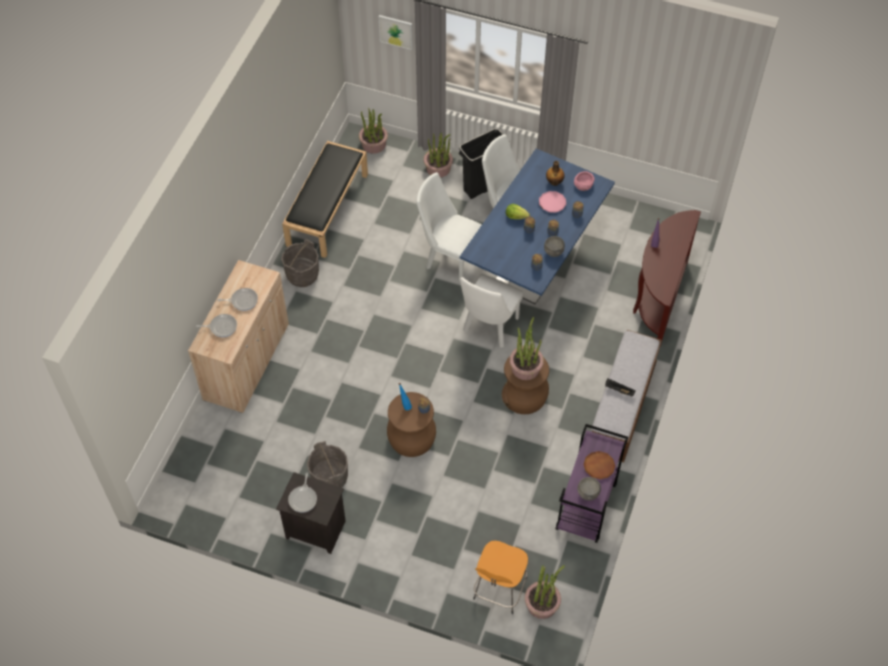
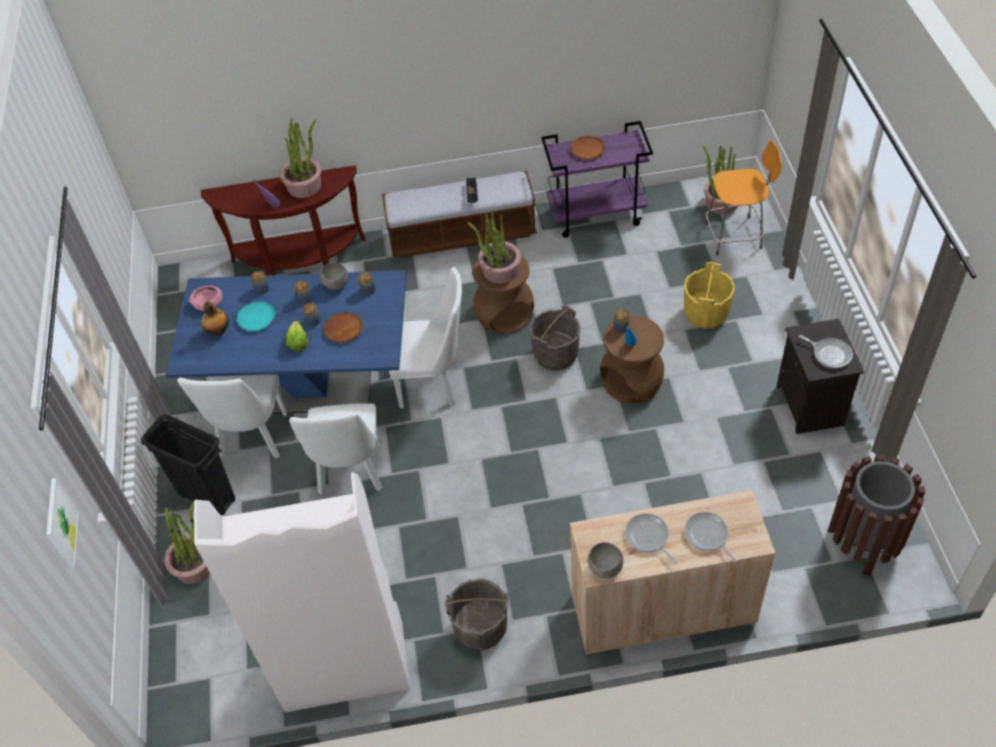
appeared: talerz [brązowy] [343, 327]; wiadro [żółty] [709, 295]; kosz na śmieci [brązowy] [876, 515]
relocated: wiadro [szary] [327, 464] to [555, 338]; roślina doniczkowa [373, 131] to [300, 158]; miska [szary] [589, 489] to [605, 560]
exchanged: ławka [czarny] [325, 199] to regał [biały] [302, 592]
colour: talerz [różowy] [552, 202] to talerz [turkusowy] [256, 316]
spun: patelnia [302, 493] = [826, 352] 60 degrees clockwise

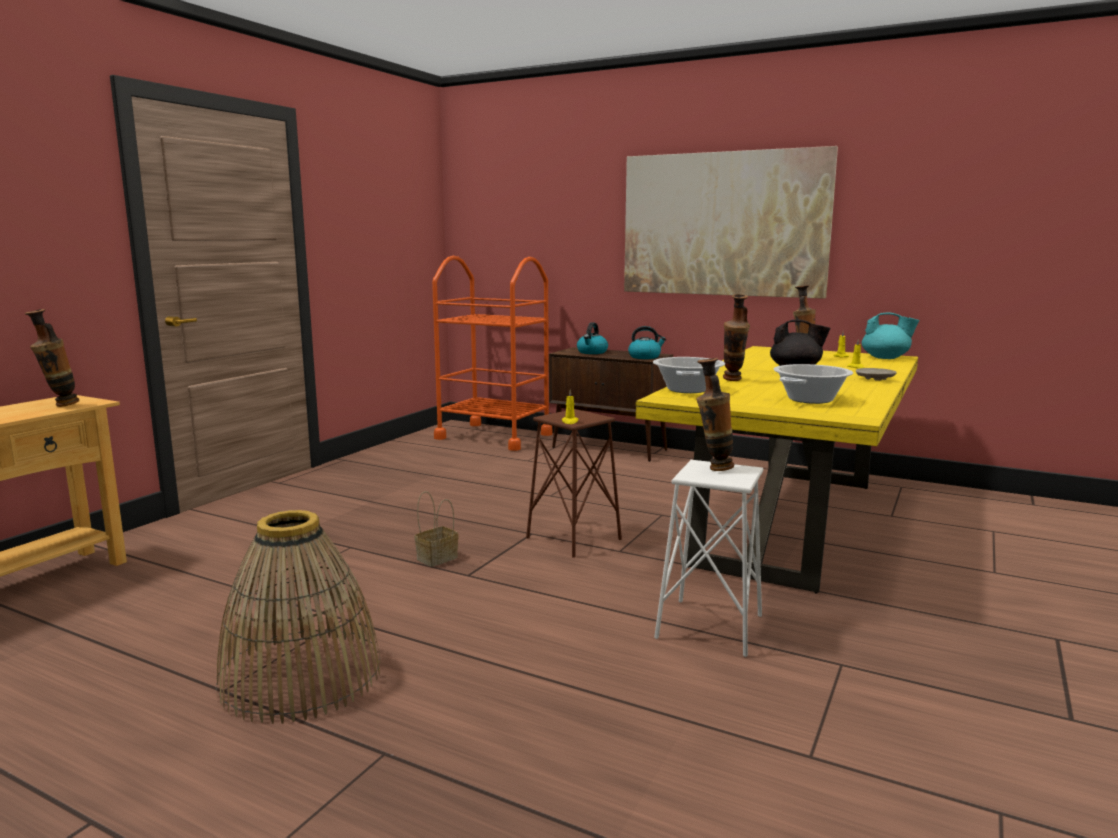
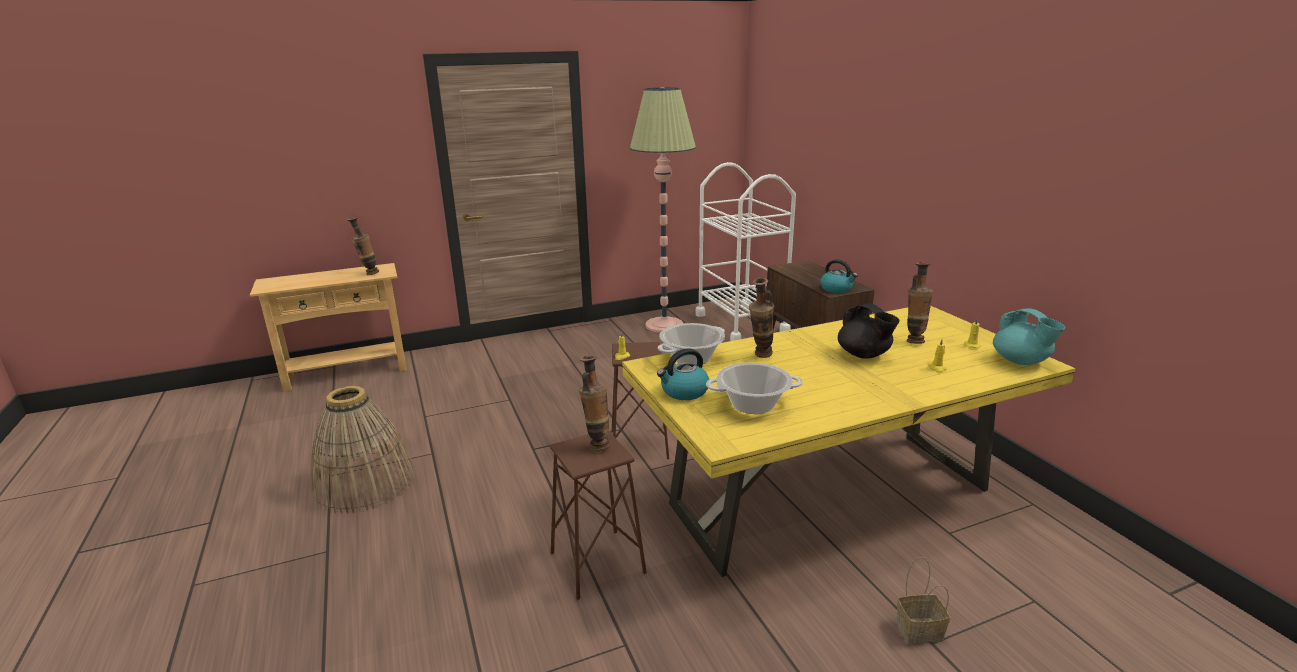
missing: obraz [731, 222]; talerz [beżowy] [876, 374]
appeared: lampa stojąca [663, 210]
relocated: koszyk [436, 529] to [923, 600]; czajnik [592, 338] to [683, 374]
colour: wózek [pomarańczowy] [492, 353] to wózek [biały] [745, 251]; stołek [biały] [708, 558] to stołek [brązowy] [598, 515]

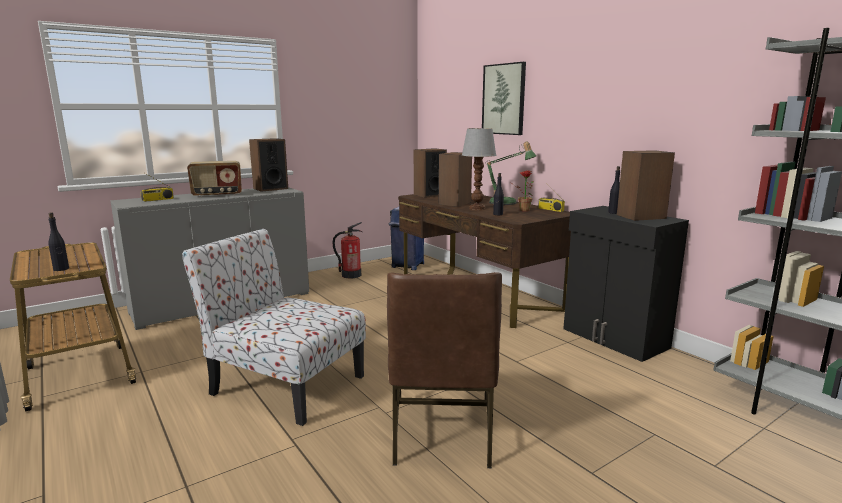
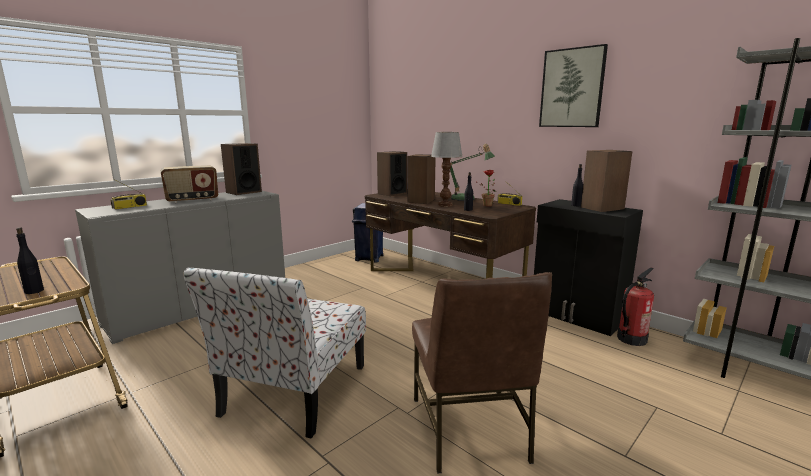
relocated: gaśnica [347, 250] to [635, 306]; obraz [504, 98] to [573, 85]
spun: krzesło [274, 327] = [274, 352] 90 degrees counterclockwise

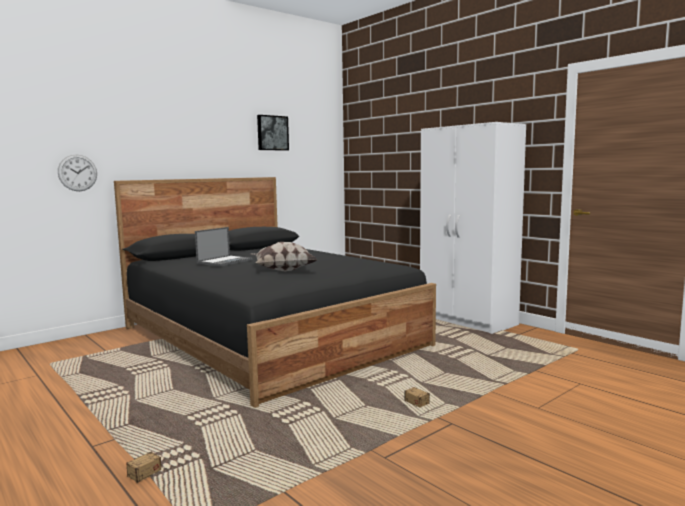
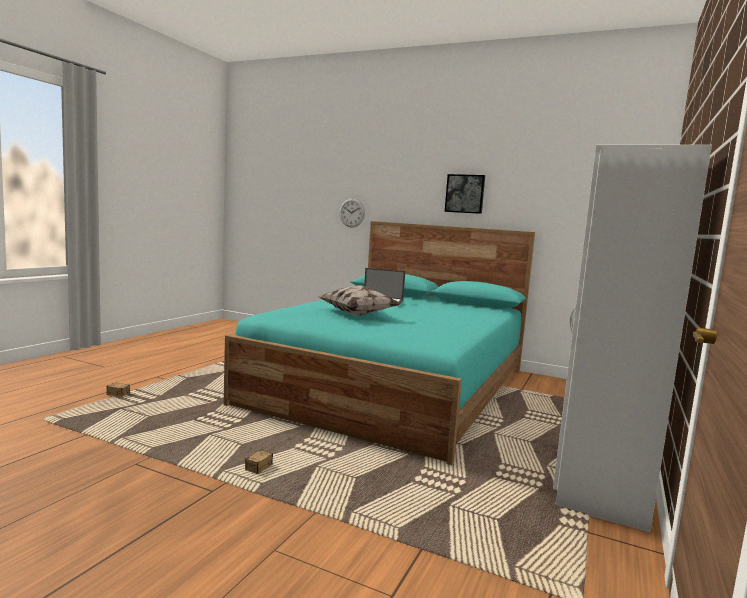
relocated: obraz [273, 133] to [465, 194]
colour: łóżko [czarny] [275, 292] to łóżko [turkusowy] [379, 343]

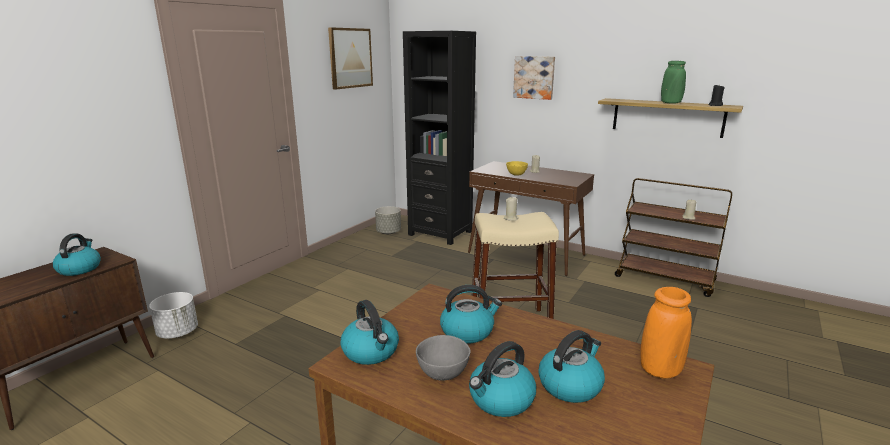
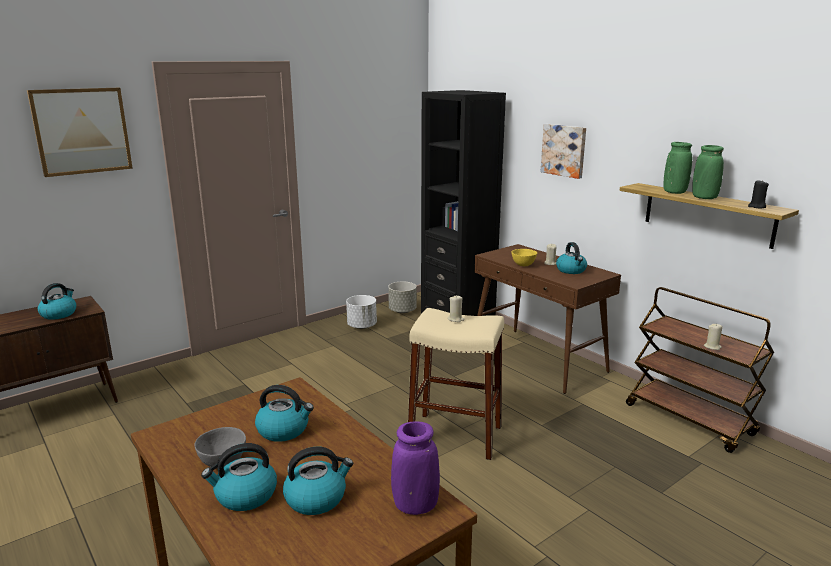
appeared: wazon [zielony] [678, 168]
relocated: donica [biały] [173, 315] to [361, 312]; obraz [350, 58] to [80, 132]; czajnik [370, 332] to [571, 258]
colour: wazon [pomarańczowy] [666, 333] to wazon [fioletowy] [415, 468]

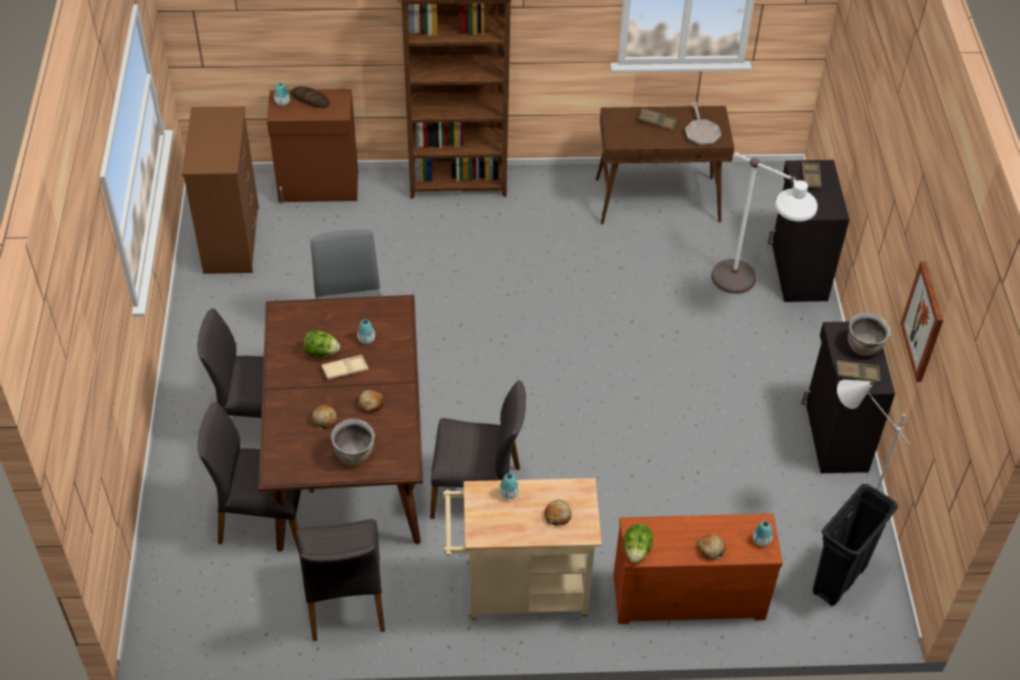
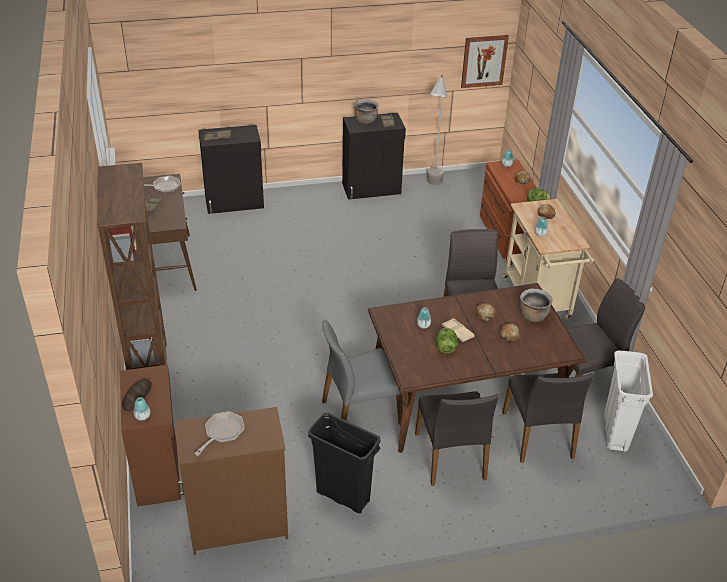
missing: lampa stojąca [biały] [764, 223]
appeared: patelnia [219, 433]; kosz na śmieci [biały] [628, 401]
relocated: kosz na śmieci [czarny] [855, 545] to [344, 462]; obraz [921, 321] to [485, 61]

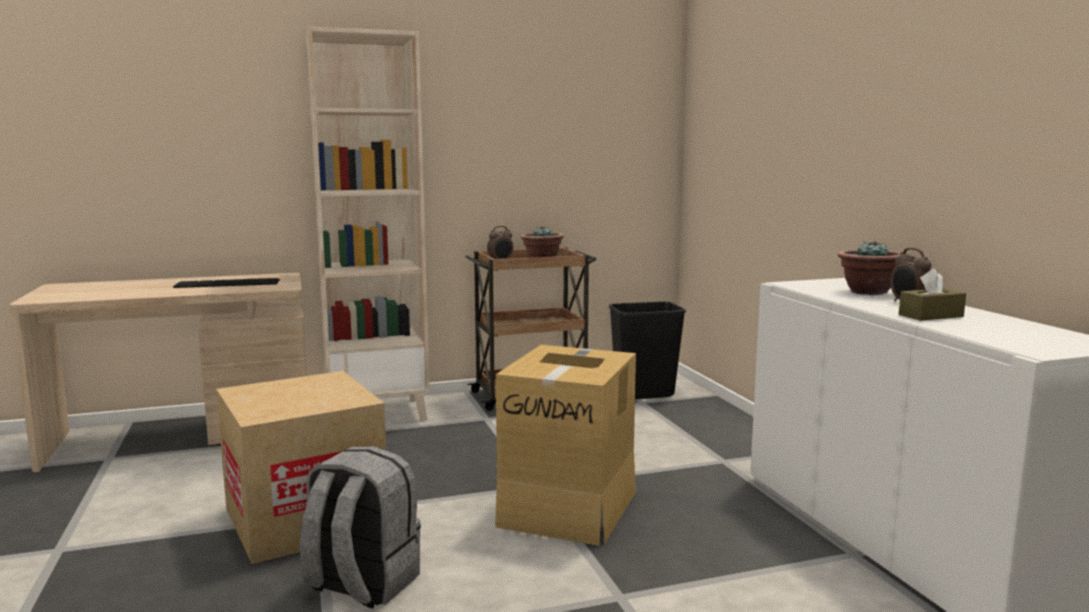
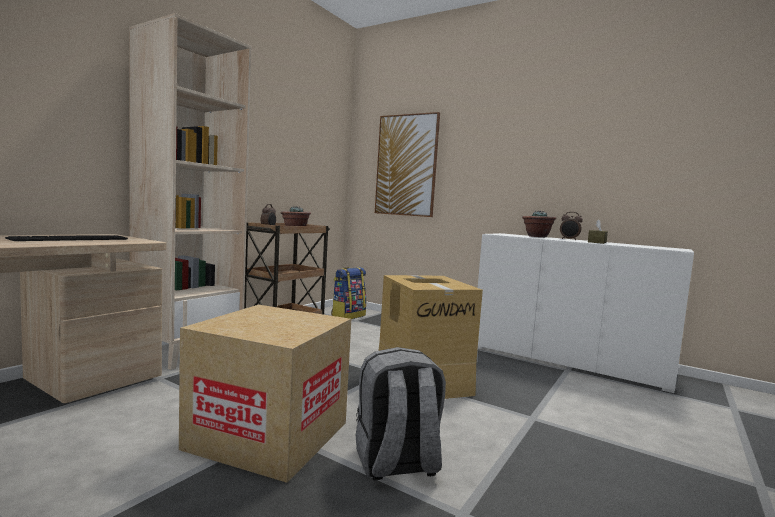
appeared: obraz [407, 164]
exchanged: kosz na śmieci [czarny] [647, 350] to plecak [348, 293]

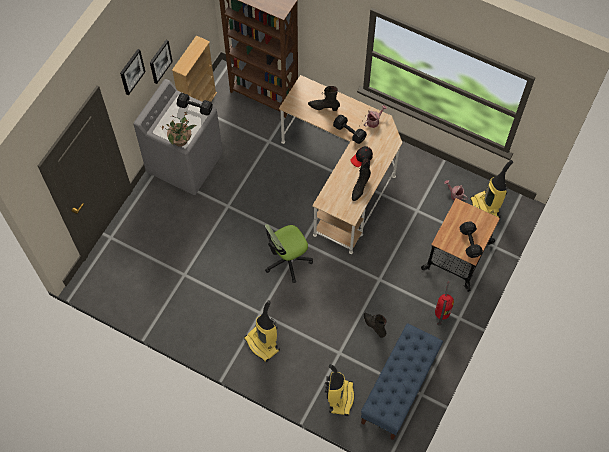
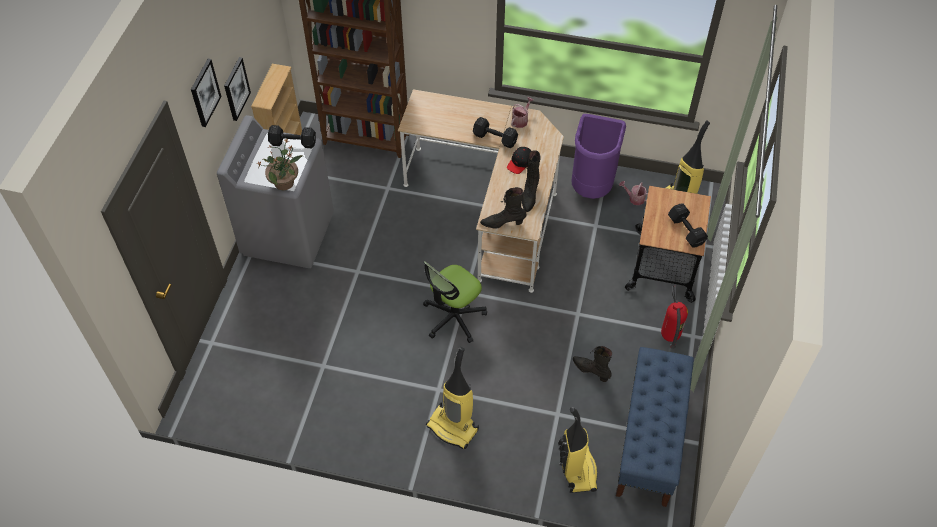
appeared: kosz na śmieci [fioletowy] [599, 156]
relocated: but z cholewką [czarny] [324, 98] to [503, 208]

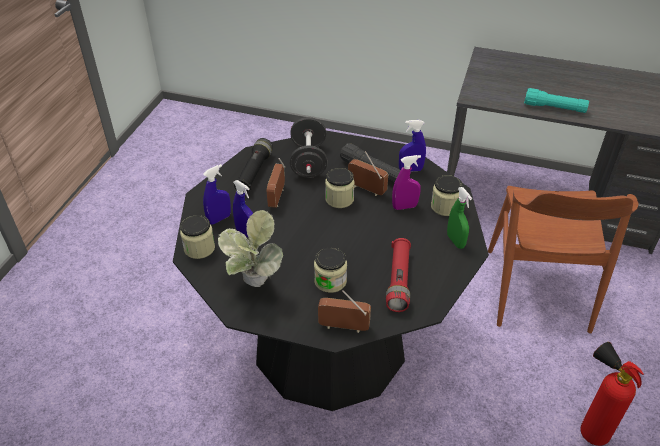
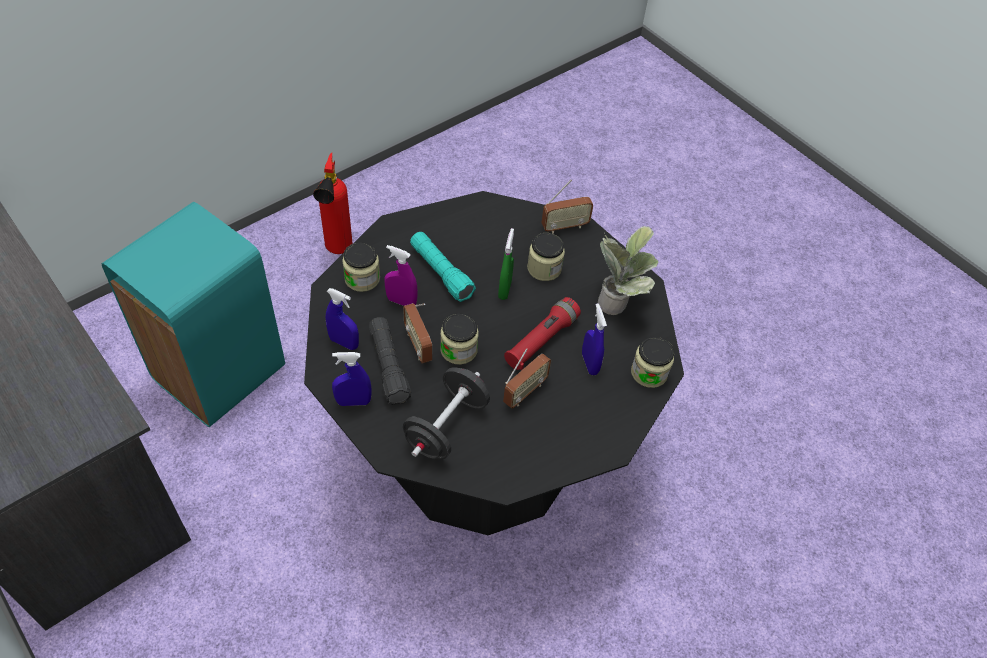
missing: latarka [czarny] [253, 165]
relocated: spryskiwacz [niebieski] [217, 194] to [352, 379]; latarka [czerwony] [398, 275] to [542, 333]; spryskiwacz [zielony] [459, 218] to [506, 264]; latarka [turkusowy] [556, 100] to [443, 267]
exchanged: krzesło [brązowy] [563, 259] to kosz na śmieci [turkusowy] [193, 314]
spun: radio [344, 311] = [567, 206] 60 degrees counterclockwise

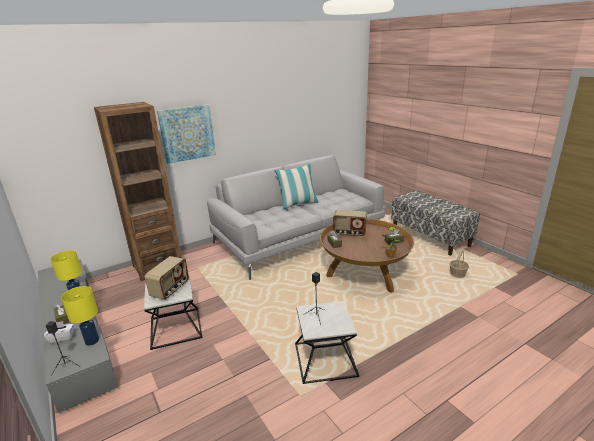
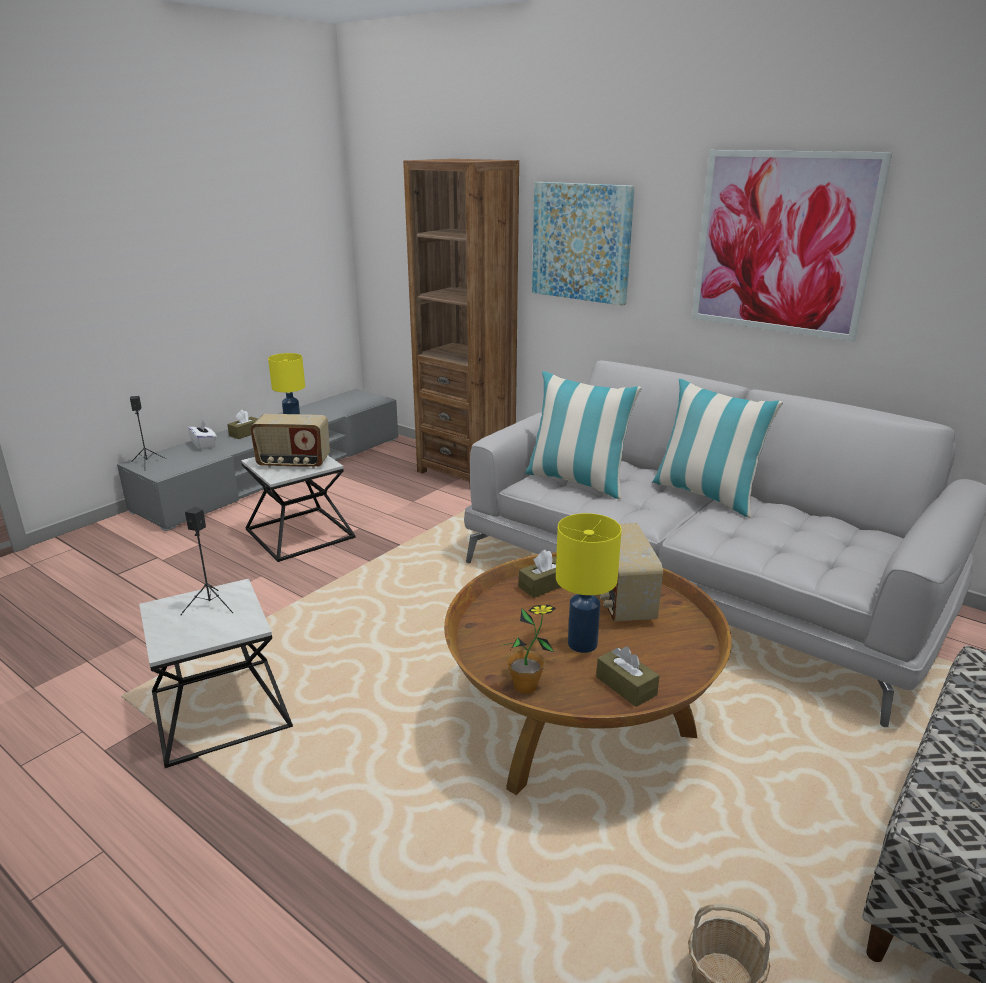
appeared: poduszka [584, 435]; obraz [792, 246]
relocated: lampa stołowa [żółty] [80, 316] to [589, 583]

